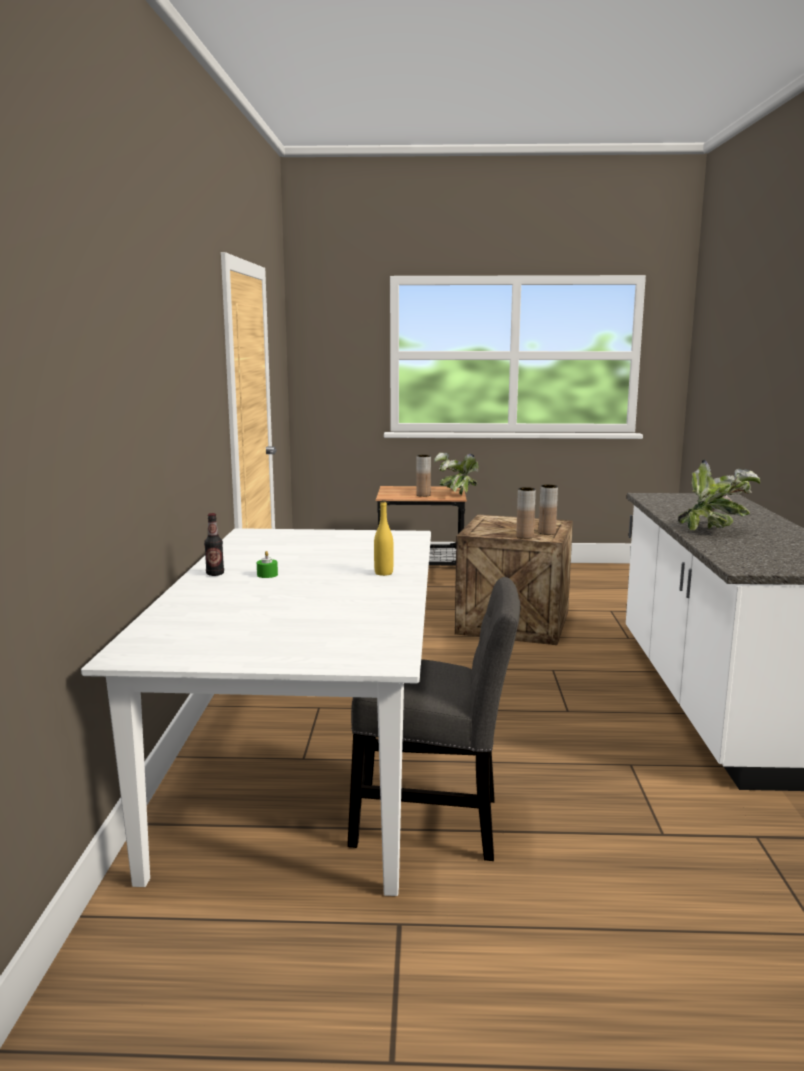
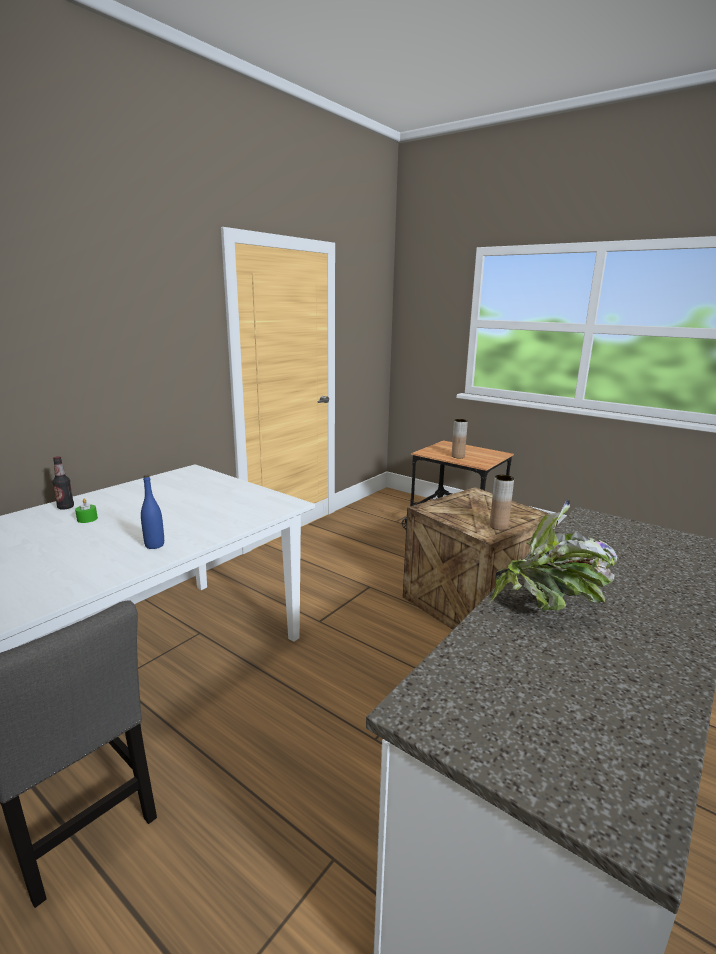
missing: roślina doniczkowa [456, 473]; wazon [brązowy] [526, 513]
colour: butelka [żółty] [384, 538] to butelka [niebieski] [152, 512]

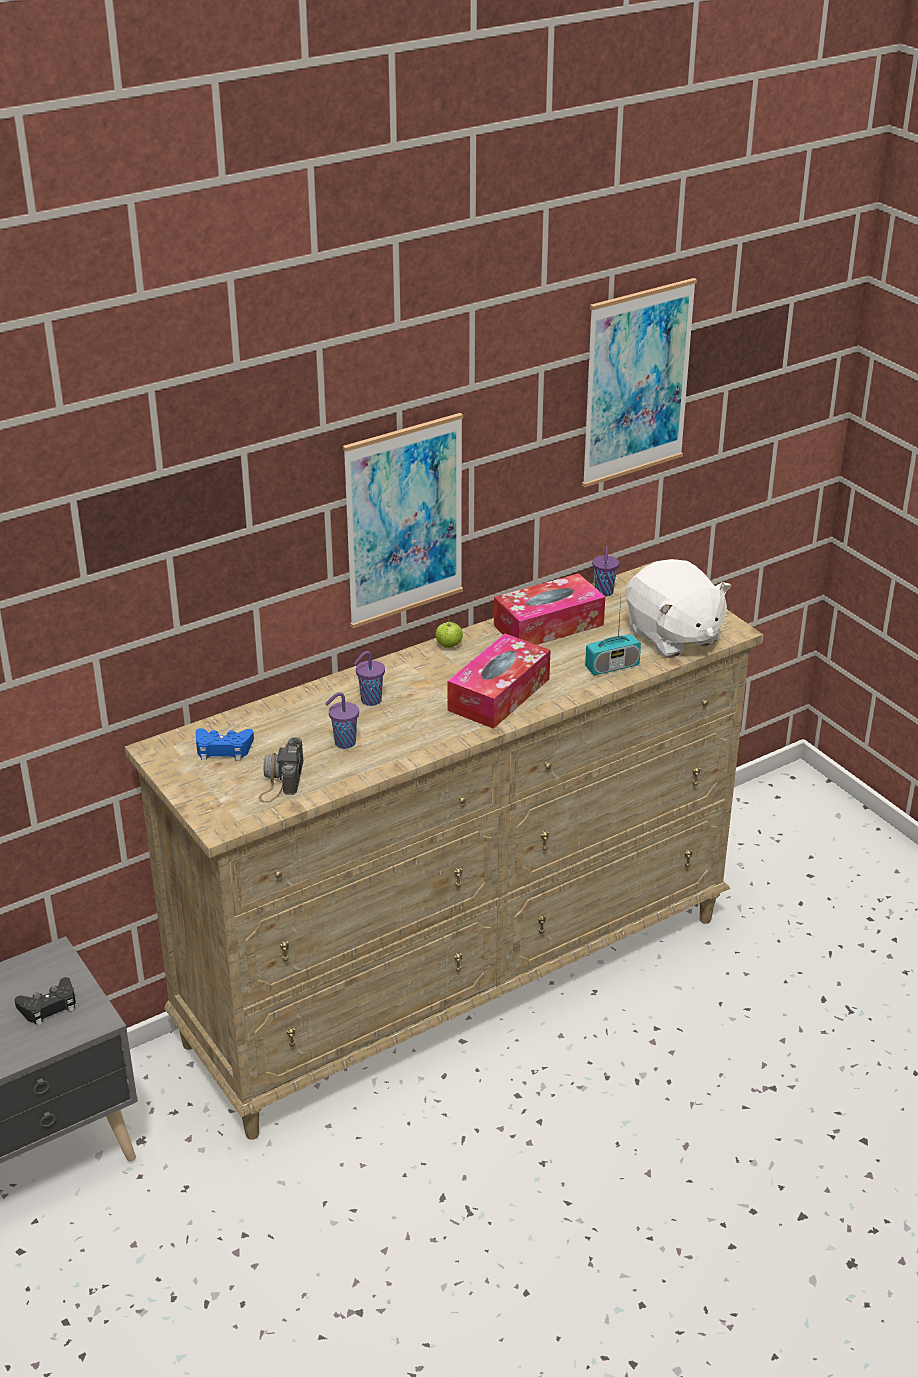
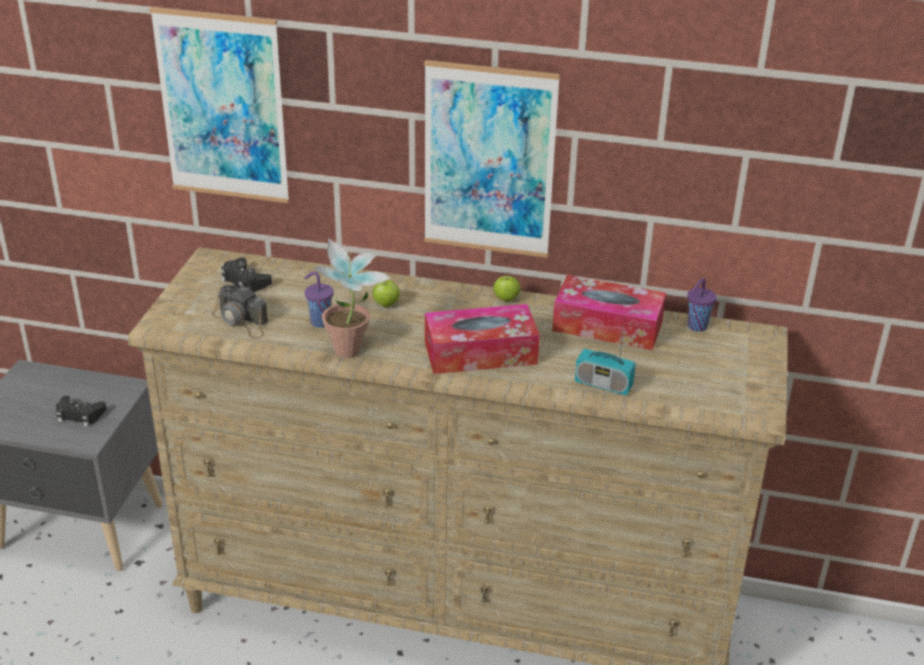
missing: pluszak [biały] [678, 608]
appeared: roślina doniczkowa [352, 298]
relocated: obraz [639, 382] to [219, 105]
exchanged: filiżanka [fioletowy] [369, 678] to jabłko [386, 293]
colour: pad do gier [niebieski] [224, 744] to pad do gier [czarny] [246, 275]
spun: aparat fotograficzny [281, 770] = [240, 312] 105 degrees counterclockwise

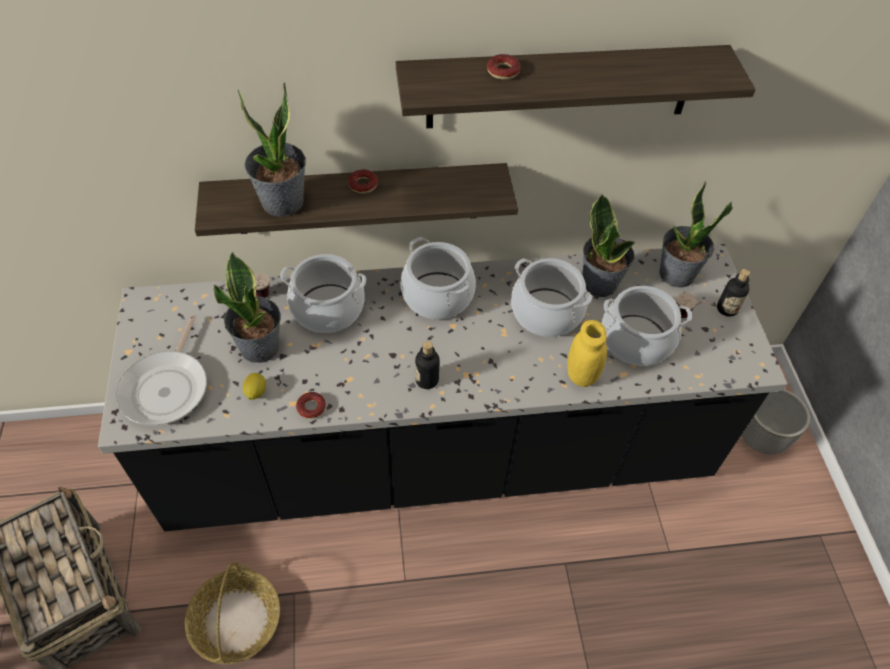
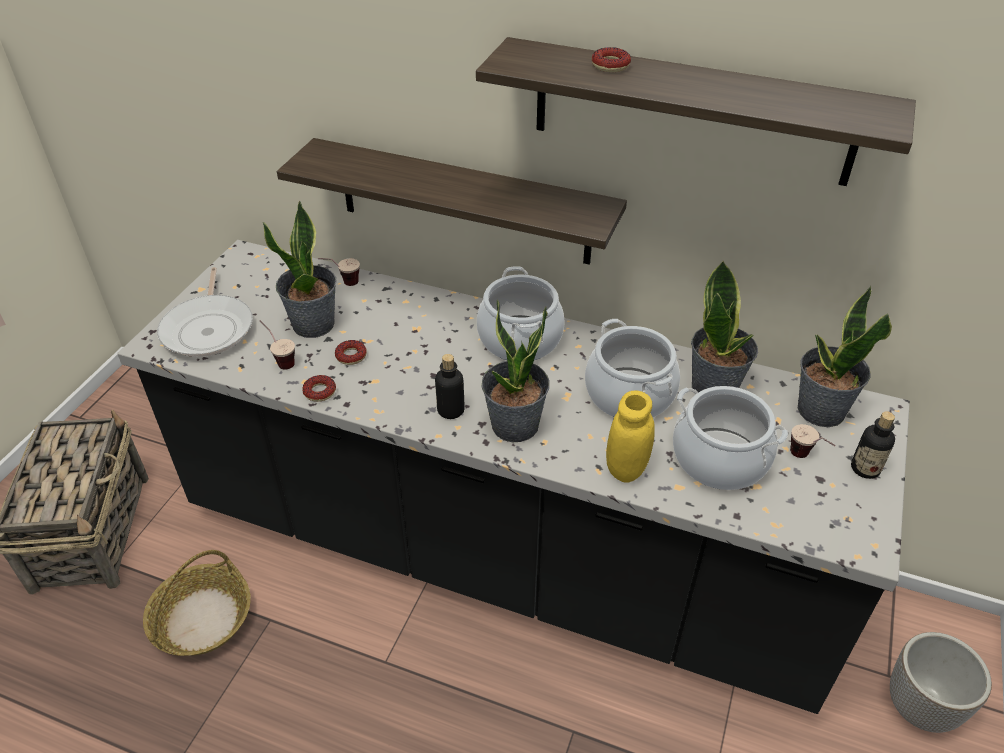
missing: garnek [323, 293]
relocated: roślina doniczkowa [272, 150] to [515, 371]; donut [363, 181] to [351, 352]
exchanged: cytryna [254, 386] to filiżanka [277, 345]
spun: patelnia [161, 370] = [205, 312] 45 degrees counterclockwise

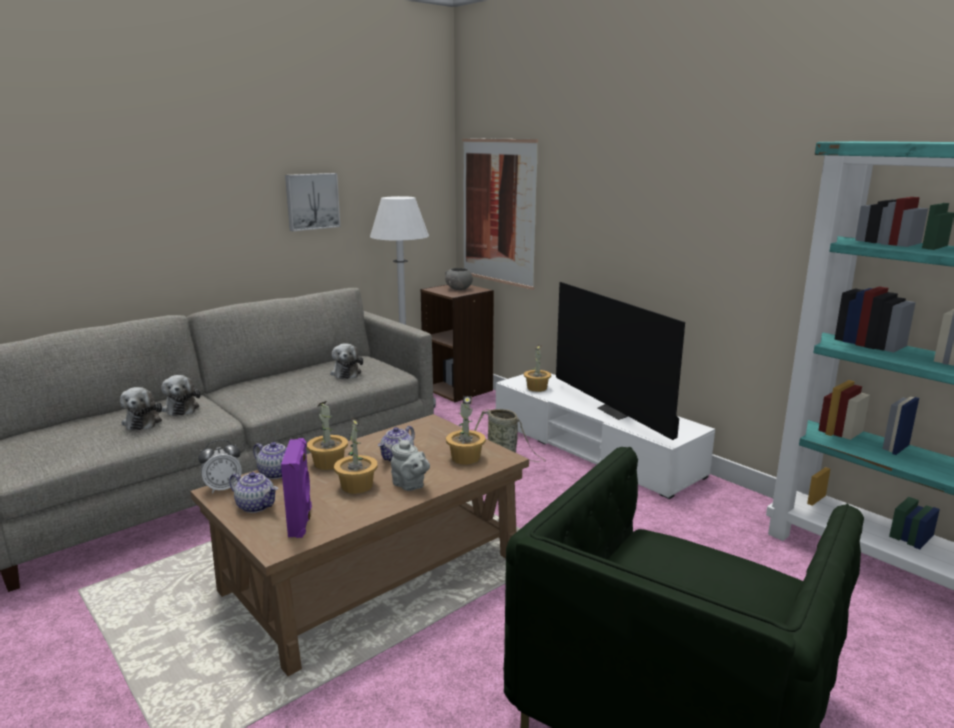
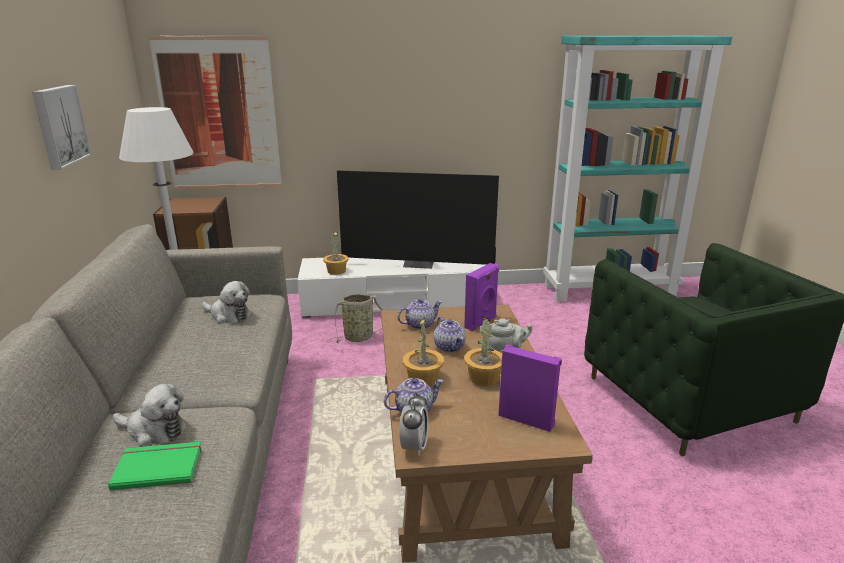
missing: miska [szary] [459, 279]
relocated: imbryk [253, 492] to [419, 314]
exchanged: pluszak [141, 409] to książka [zielony] [155, 466]; roślina doniczkowa [466, 430] to głośnik [fioletowy] [481, 297]

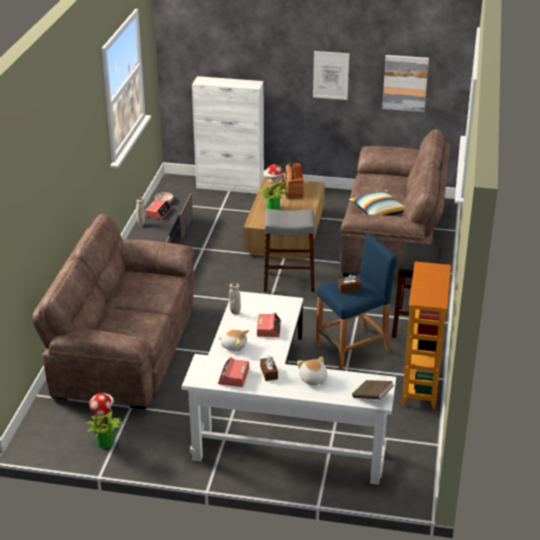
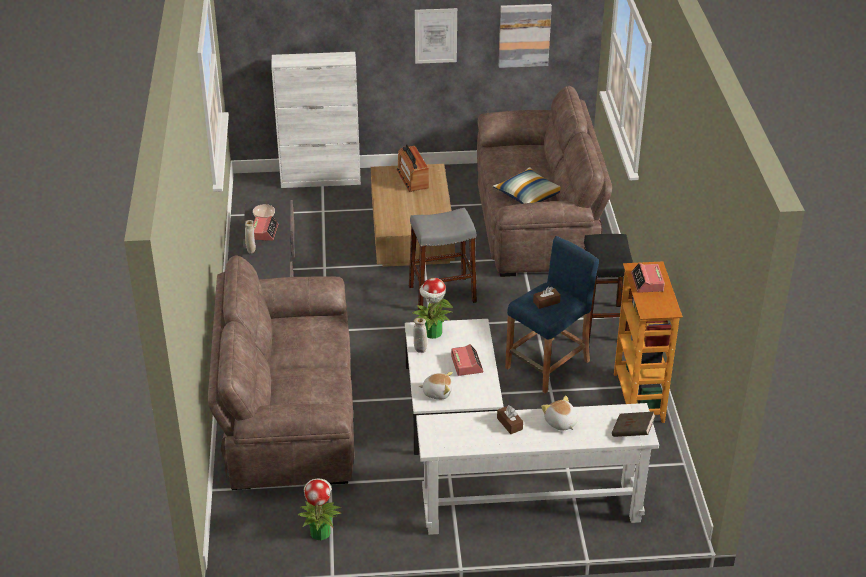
relocated: budzik [233, 372] to [648, 278]; roślina doniczkowa [273, 187] to [432, 308]

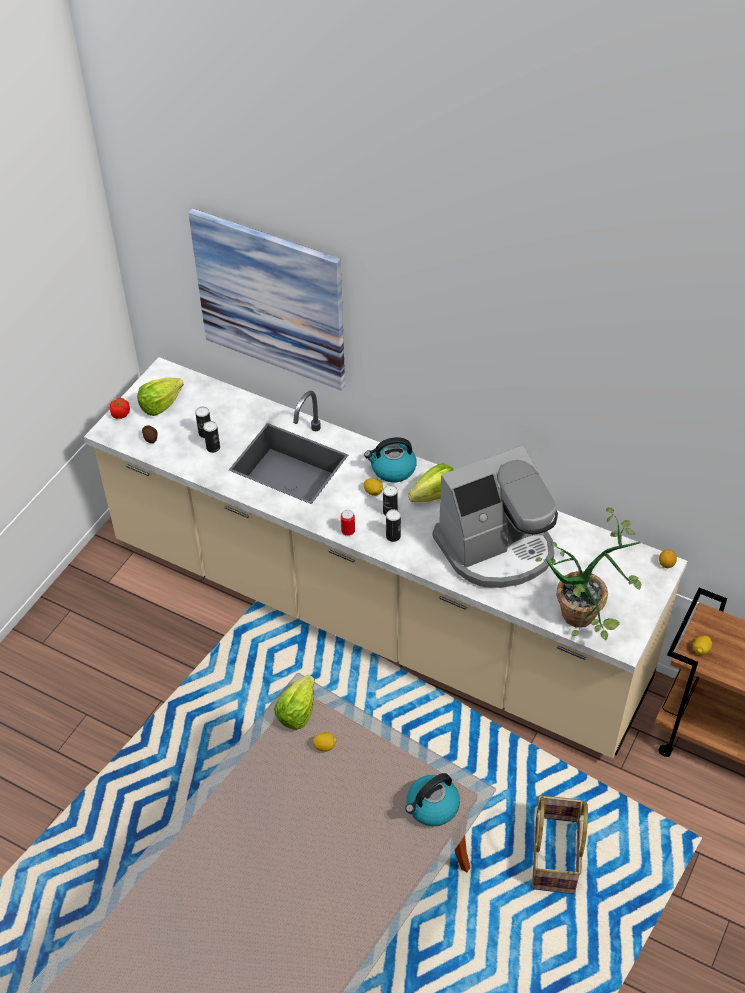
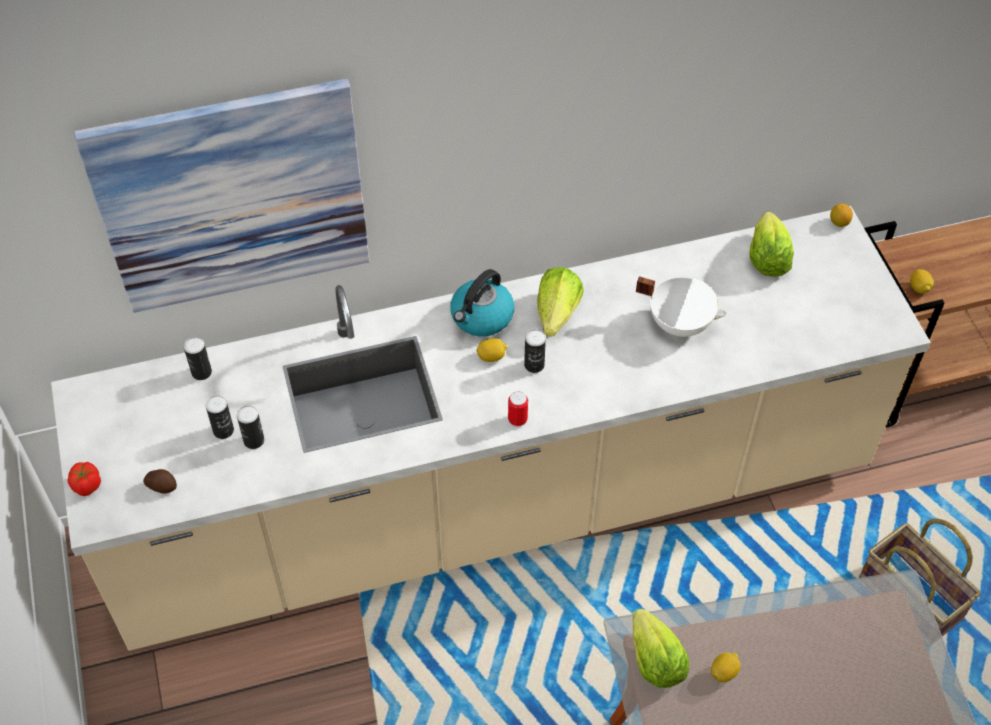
missing: czajnik [432, 799]; roślina doniczkowa [588, 573]
relocated: sałata [160, 396] to [771, 244]; puszka [393, 525] to [198, 358]
exchanged: ekspres do kawy [495, 516] to garnek [biały] [681, 306]

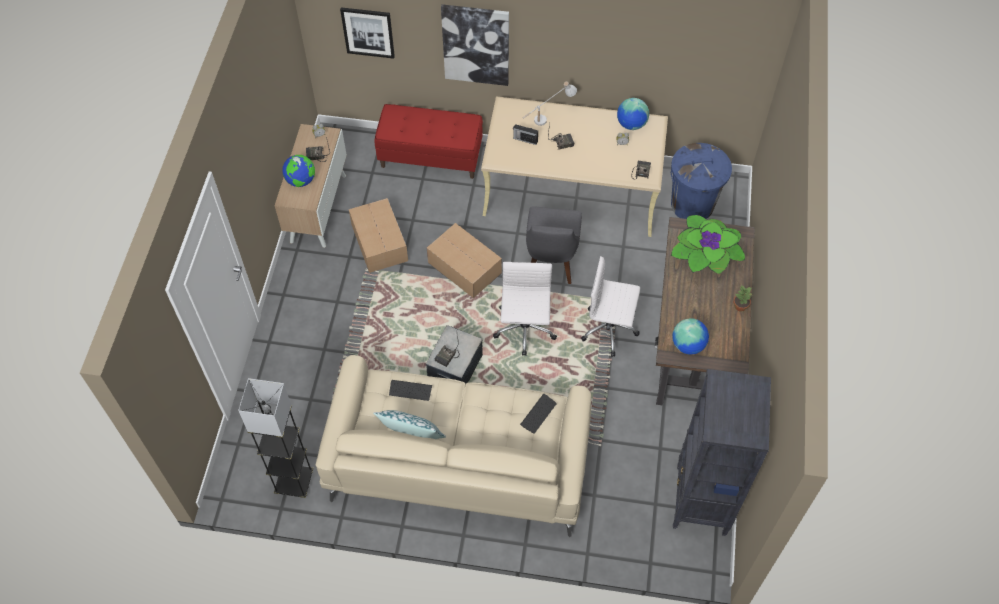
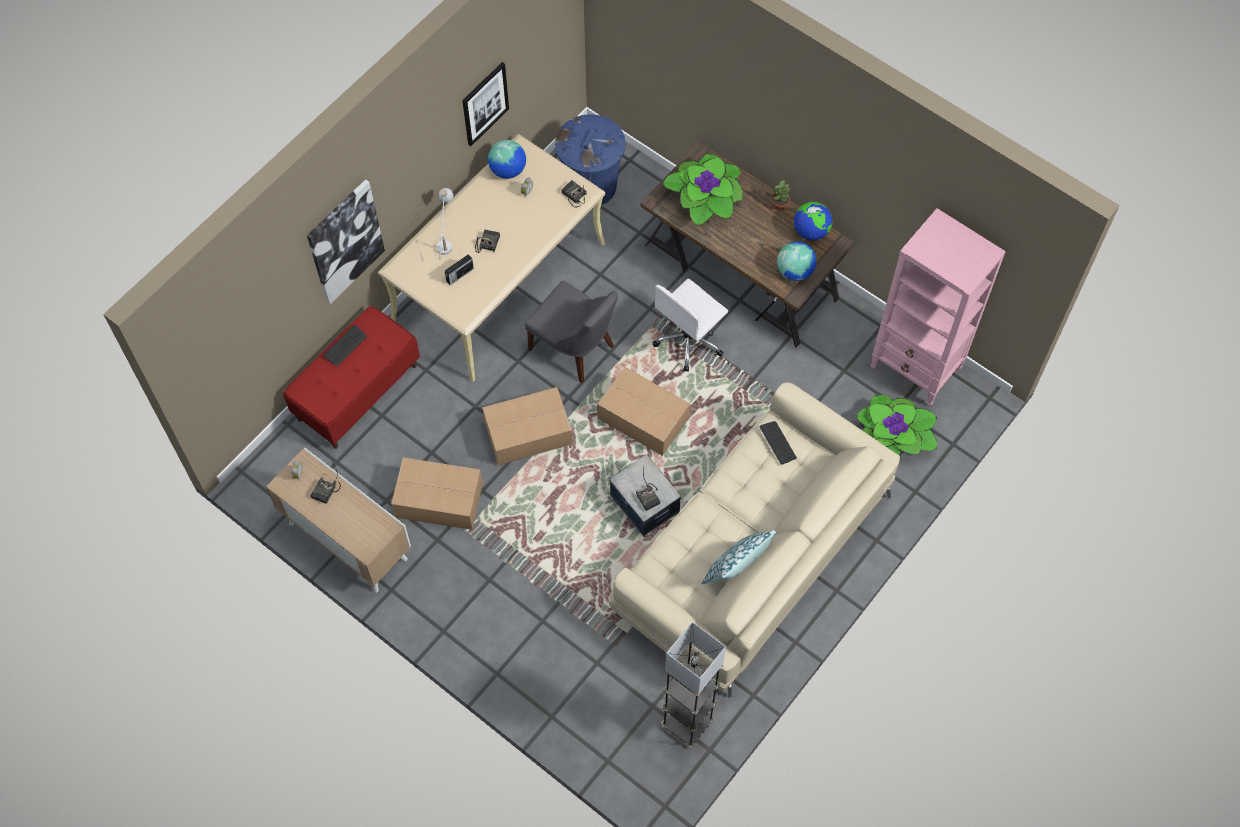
appeared: roślina doniczkowa [896, 425]
relocated: globus [298, 171] to [813, 221]; obraz [367, 33] to [485, 104]; klawiatura [410, 390] to [345, 345]
exchanged: krzesło biurowe [biały] [525, 309] to karton [643, 411]
colour: regał [czarny] [722, 452] to regał [różowy] [938, 307]

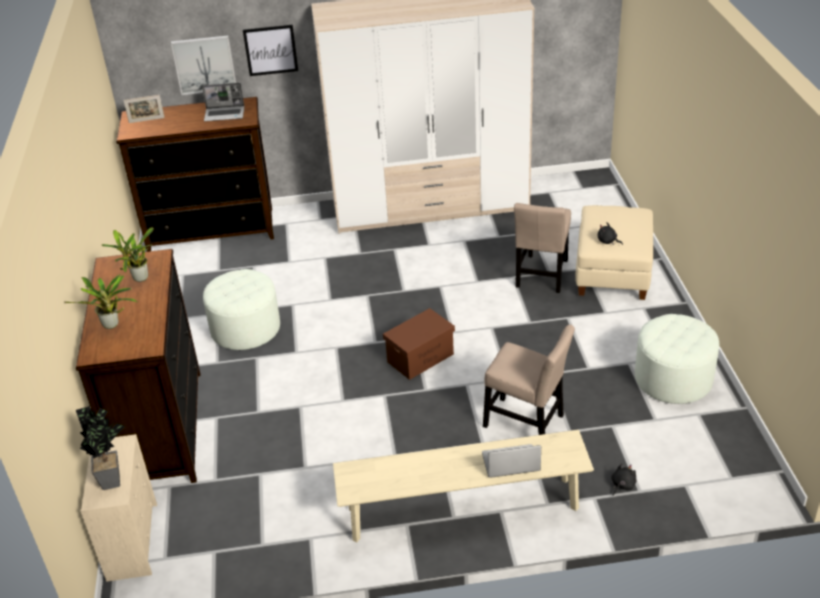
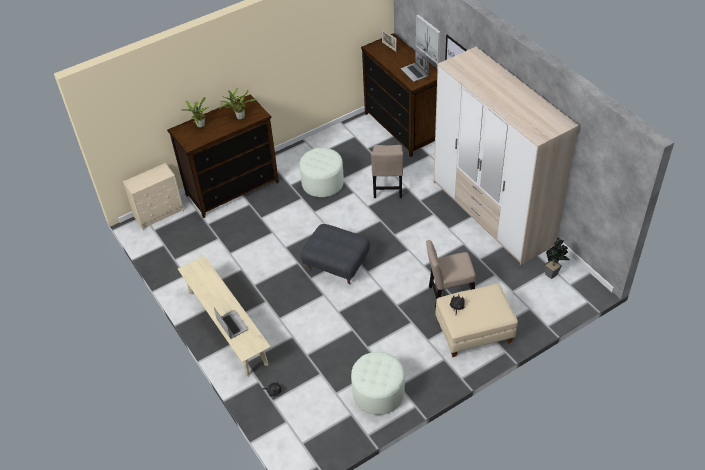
relocated: roślina doniczkowa [100, 448] to [556, 258]; krzesło [beżowy] [529, 379] to [387, 171]
exchanged: pojemnik do przechowywania [brązowy] [419, 344] to pufa [szary] [335, 254]

